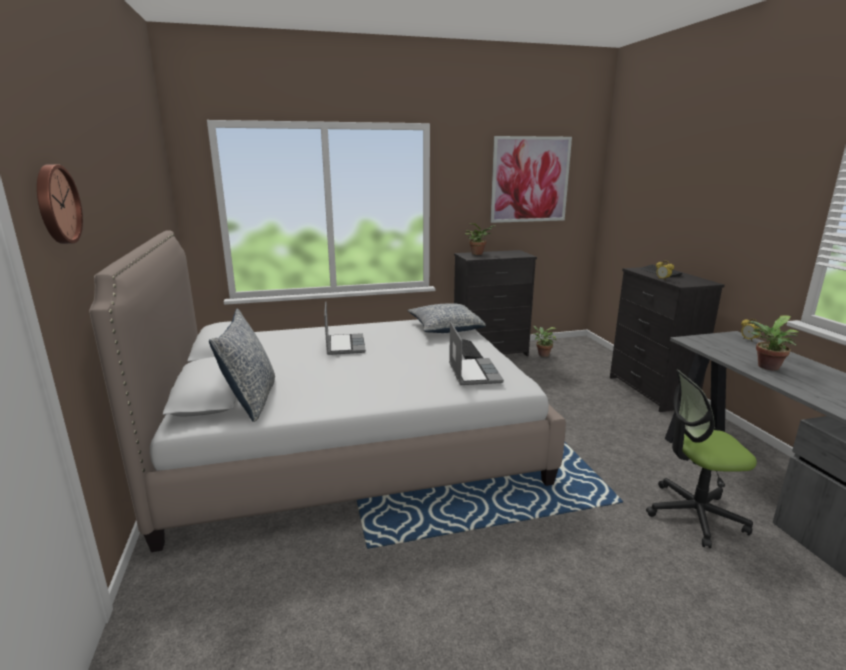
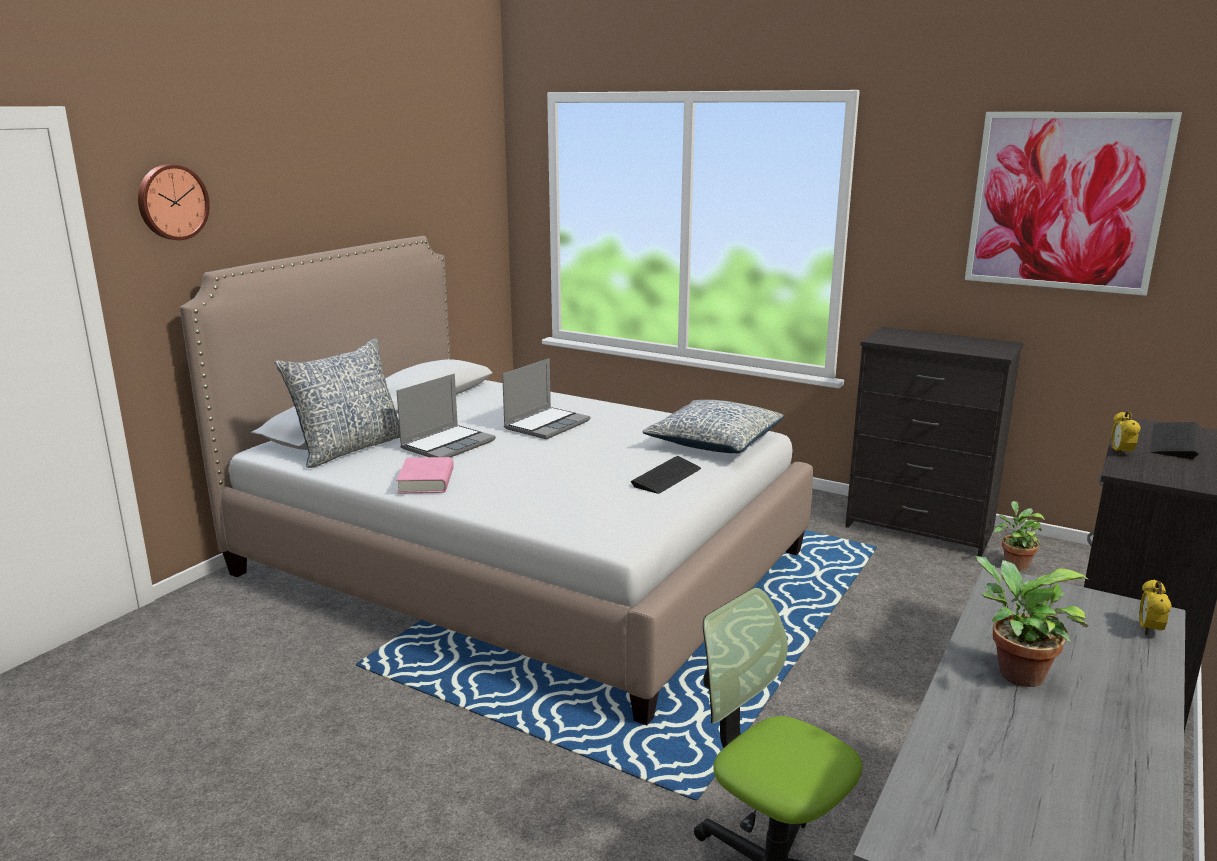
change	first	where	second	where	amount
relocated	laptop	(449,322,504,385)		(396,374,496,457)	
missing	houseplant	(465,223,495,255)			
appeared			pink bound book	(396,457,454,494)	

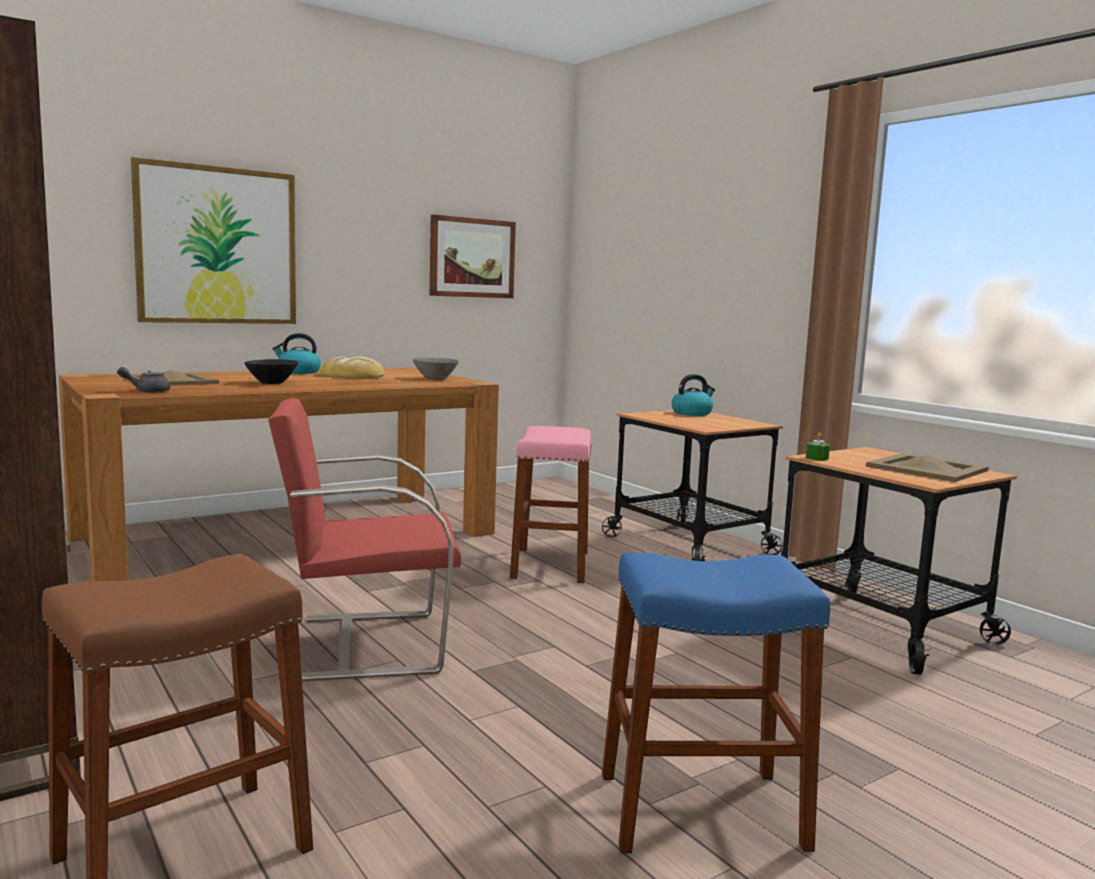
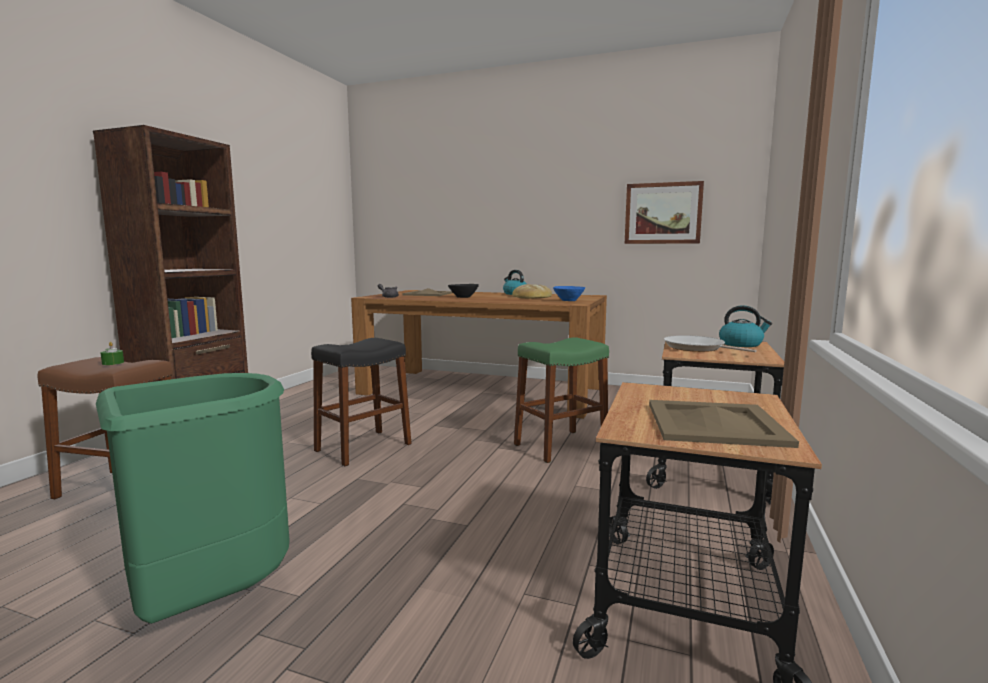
change	first	where	second	where	amount
missing	wall picture	(131,157,296,324)			
exchanged	red chair	(268,398,461,681)	black-coloured stool seat	(311,338,411,466)	
colour	greyish bowl	(413,357,459,379)	bluish bowl	(553,286,585,301)	
colour	pink stool seat	(510,426,591,583)	green-coloured stool seat	(514,337,609,463)	
exchanged	bluish stool seat	(602,553,830,853)	green-coloured trash can	(96,373,290,624)	
relocated	green-coloured wax candle	(806,432,830,461)		(100,342,124,365)	
appeared			skillet	(664,335,757,352)	

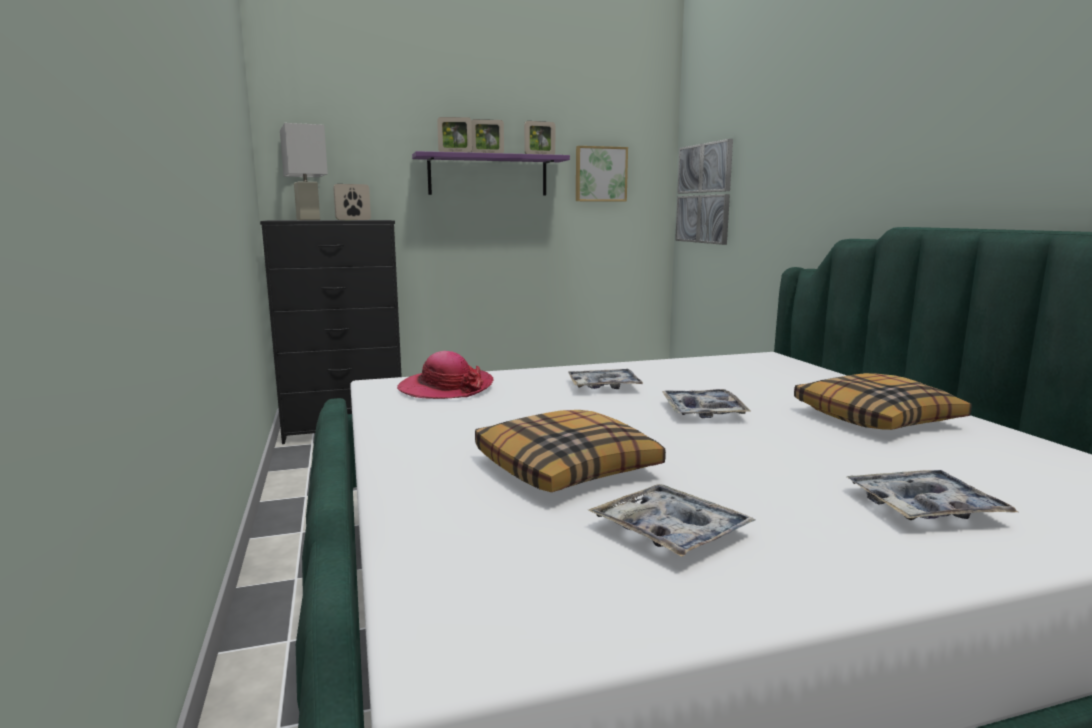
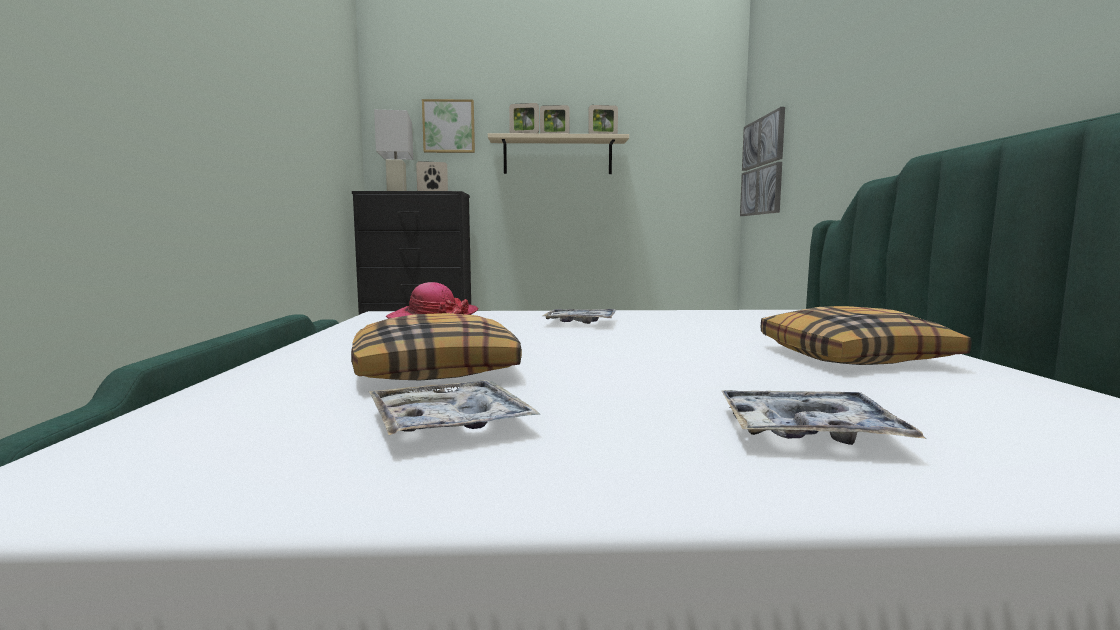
change	first	where	second	where	amount
colour	purplish bracket shelf	(412,151,570,196)	sand-coloured bracket shelf	(488,133,629,174)	
relocated	wall picture	(576,146,628,202)		(422,99,475,153)	
missing	serving tray	(661,389,750,418)			

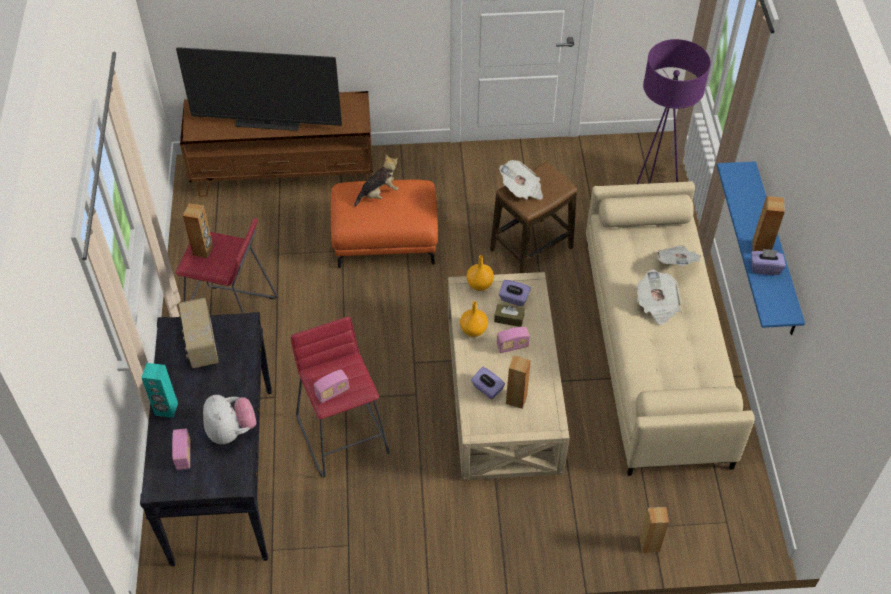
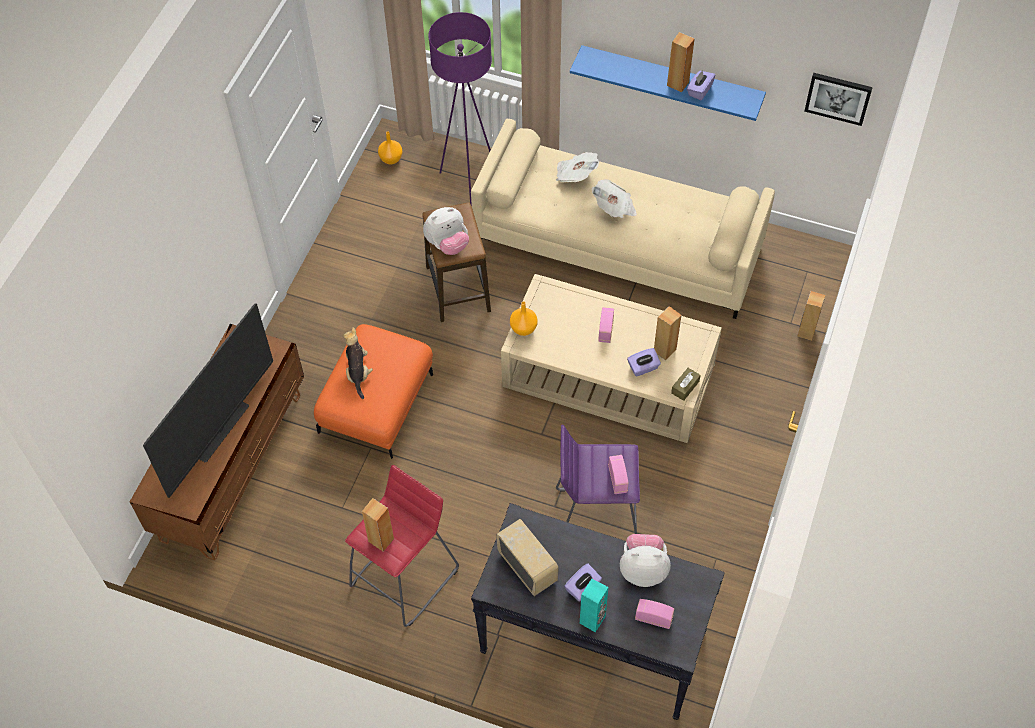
change	first	where	second	where	amount
spun	radio receiver	(179,298,219,369)		(496,519,559,596)	135 degrees counterclockwise
colour	red stool seat	(291,316,390,477)	purplish stool seat	(556,424,640,534)	
relocated	orange-coloured vase	(460,301,488,337)		(378,132,402,164)	
relocated	brown-coloured tissue holder	(494,304,525,327)		(671,368,701,401)	
relocated	purplish tissue holder	(499,280,531,306)		(564,563,602,602)	
exchanged	newspaper	(500,160,543,200)	cuddly toy	(423,207,469,255)	
appeared			wall picture	(804,73,873,126)	

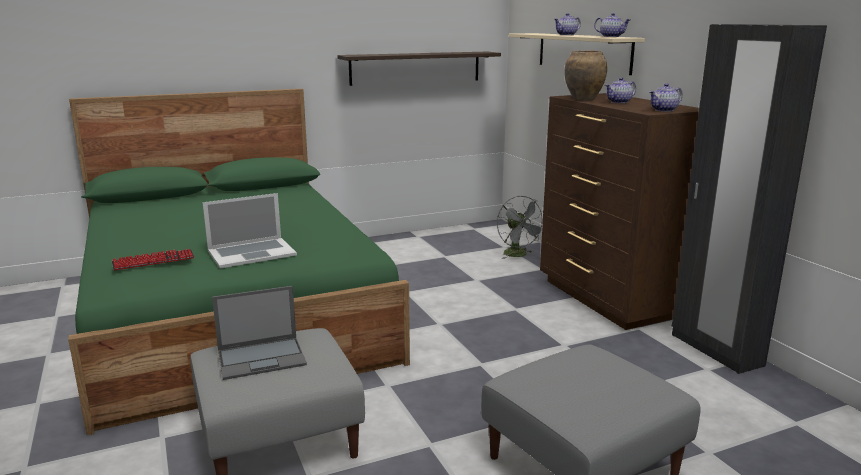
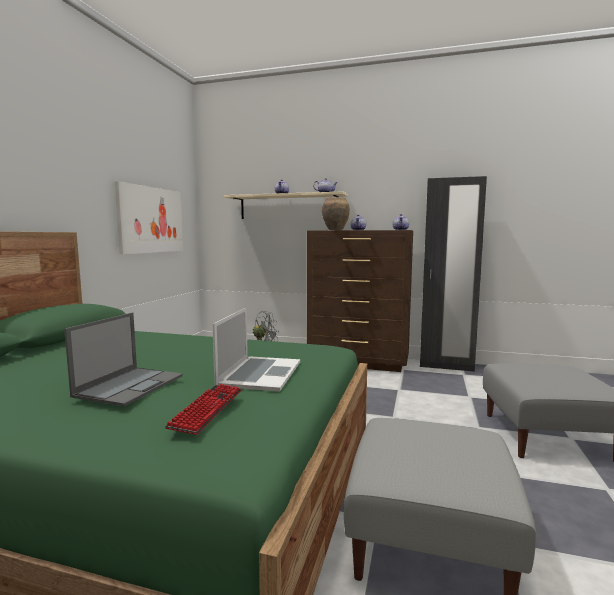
change	first	where	second	where	amount
relocated	laptop	(212,286,307,380)		(64,312,183,406)	
exchanged	bracket shelf	(337,52,501,86)	wall picture	(115,181,183,254)	

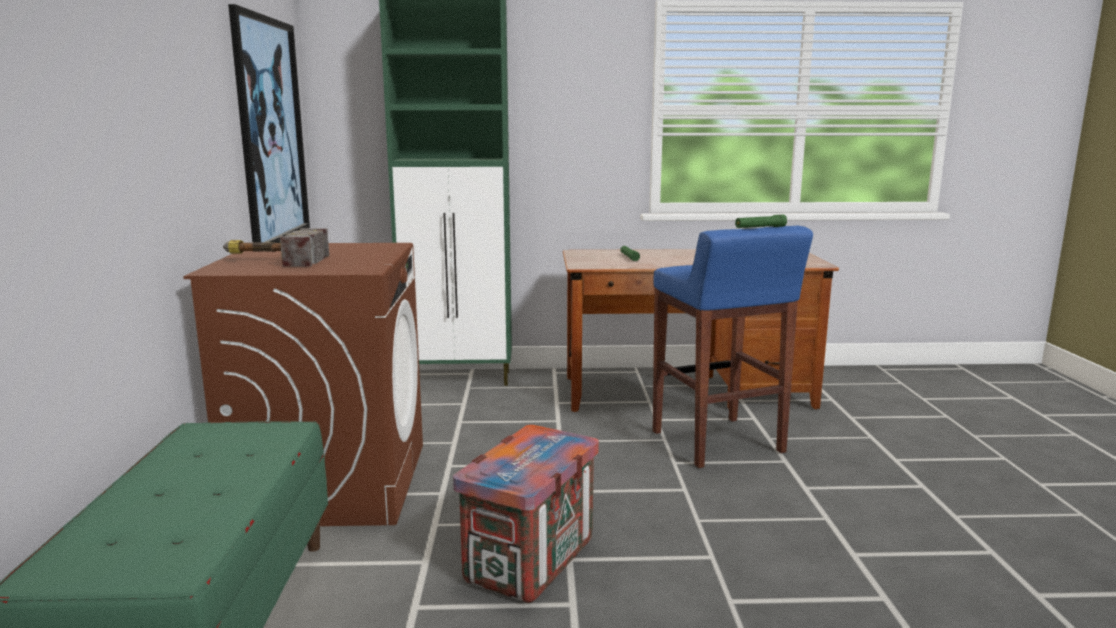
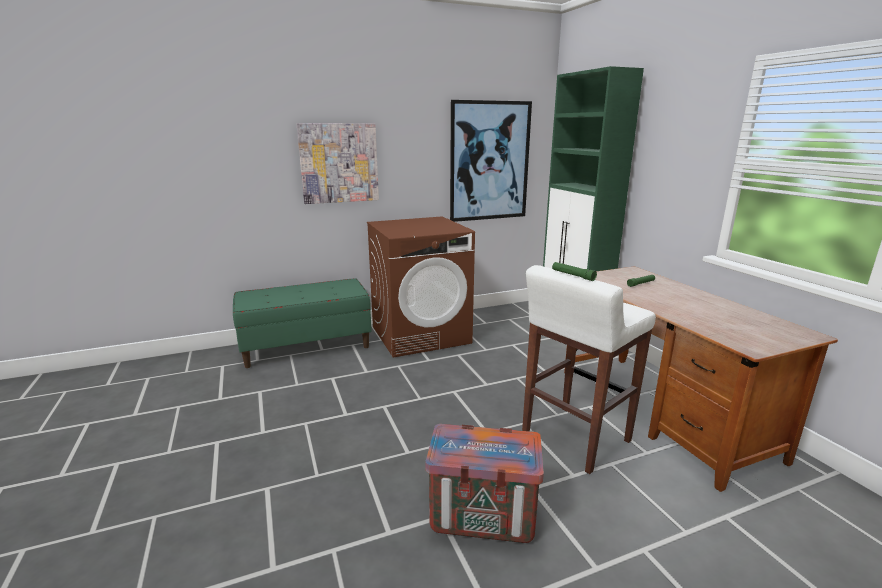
change	first	where	second	where	amount
missing	hand hammer	(223,228,329,267)			
relocated	crate	(453,425,599,603)		(425,424,544,543)	
colour	bluish stool seat	(653,226,813,468)	whitish stool seat	(522,265,656,474)	
appeared			wall picture	(296,123,379,204)	

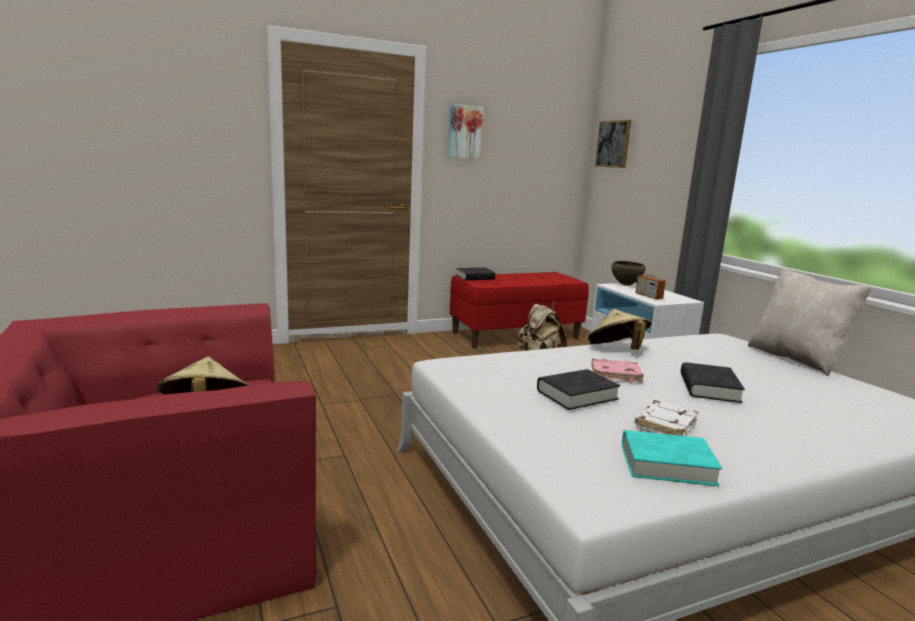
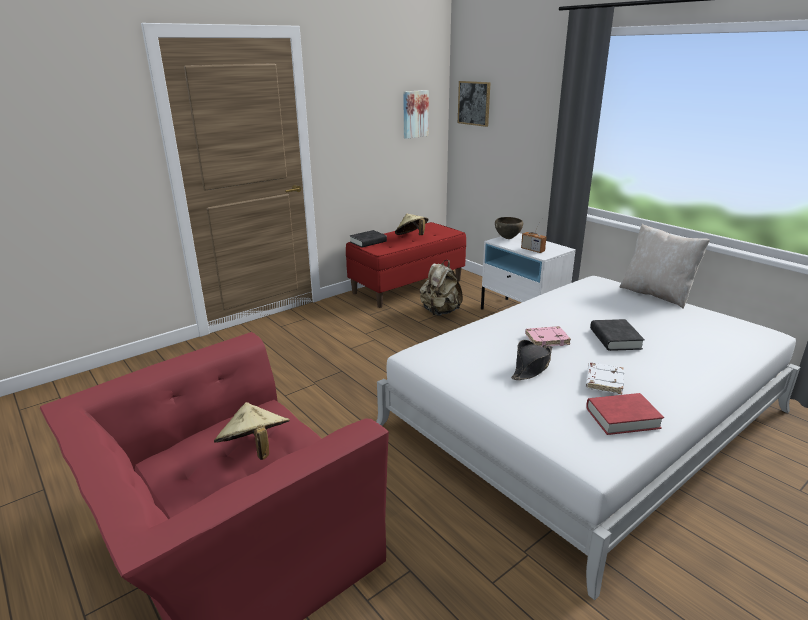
change	first	where	second	where	amount
relocated	wall picture	(448,104,483,159)		(403,90,429,139)	
exchanged	black-coloured bound book	(537,369,620,410)	black-coloured clothing hat	(511,340,552,380)	
relocated	sand-coloured clothing hat	(588,309,651,350)		(395,213,428,235)	
colour	turquoise bound book	(622,430,722,486)	red bound book	(586,393,664,435)	

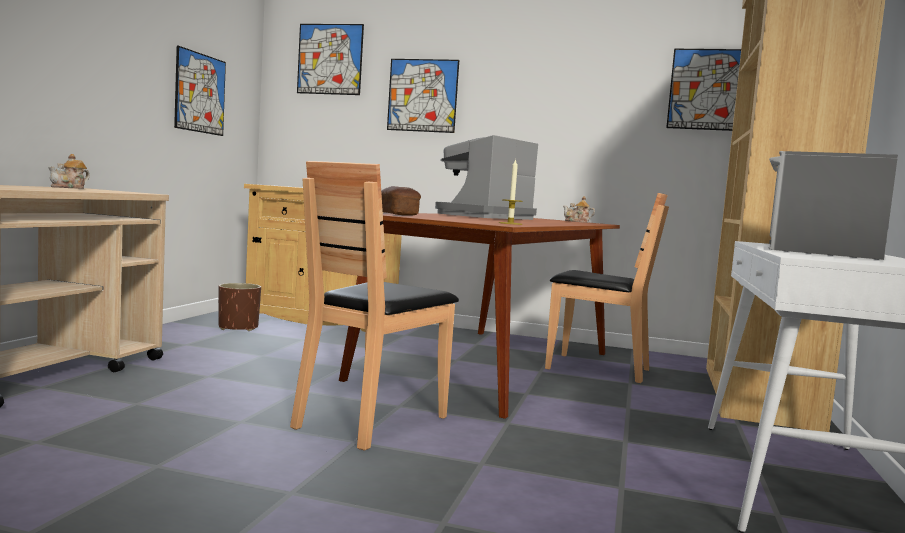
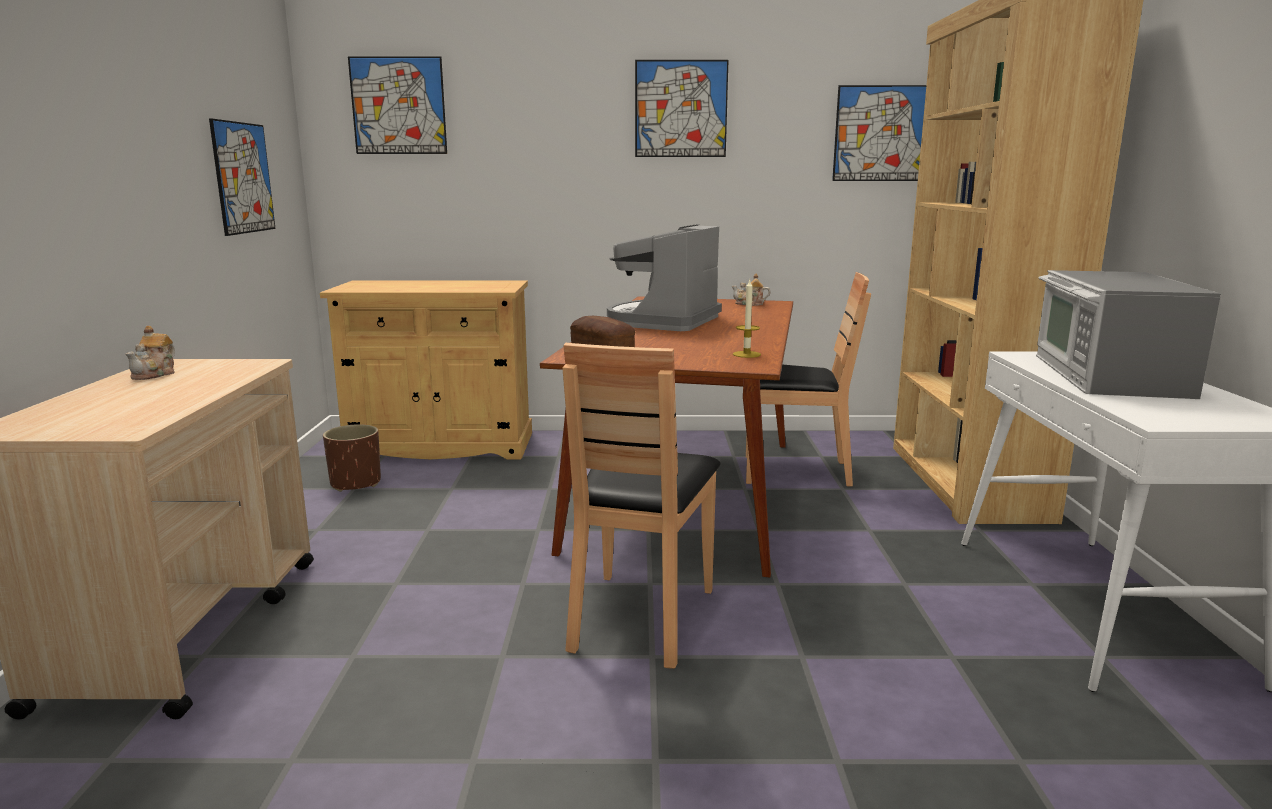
change	first	where	second	where	amount
relocated	wall picture	(387,59,459,133)		(635,60,728,157)	

